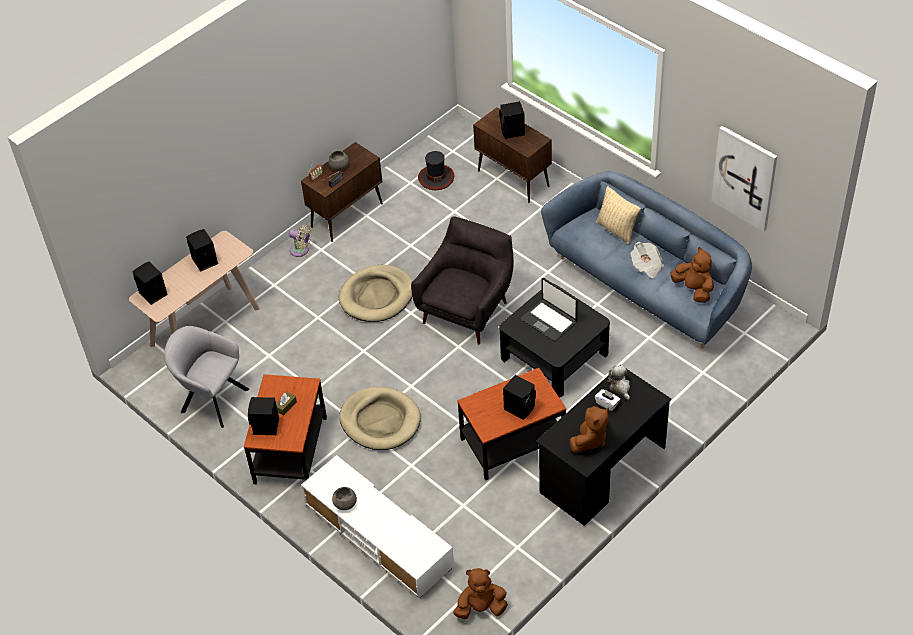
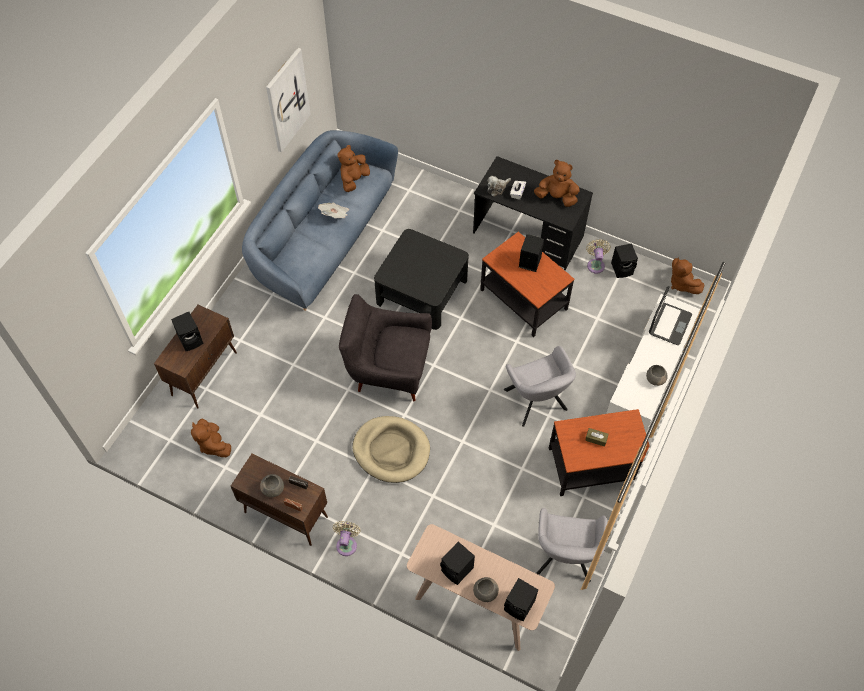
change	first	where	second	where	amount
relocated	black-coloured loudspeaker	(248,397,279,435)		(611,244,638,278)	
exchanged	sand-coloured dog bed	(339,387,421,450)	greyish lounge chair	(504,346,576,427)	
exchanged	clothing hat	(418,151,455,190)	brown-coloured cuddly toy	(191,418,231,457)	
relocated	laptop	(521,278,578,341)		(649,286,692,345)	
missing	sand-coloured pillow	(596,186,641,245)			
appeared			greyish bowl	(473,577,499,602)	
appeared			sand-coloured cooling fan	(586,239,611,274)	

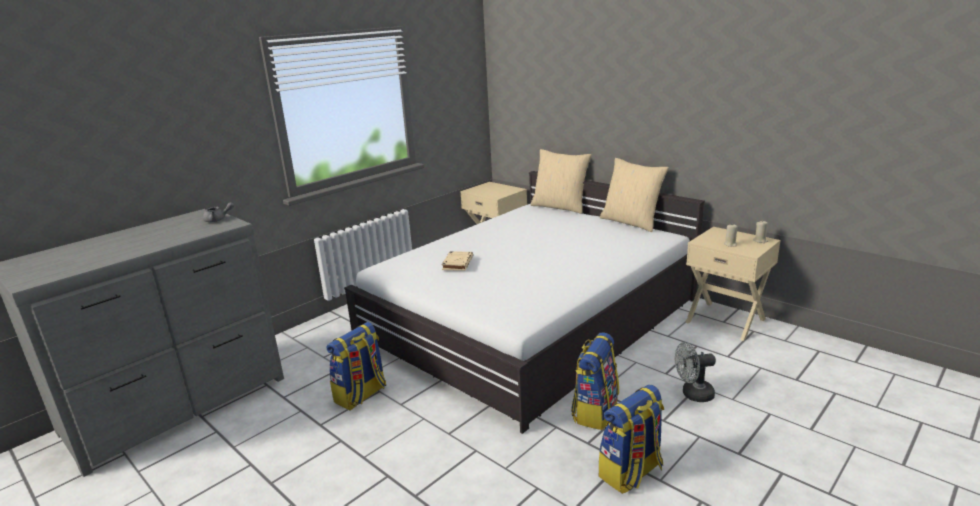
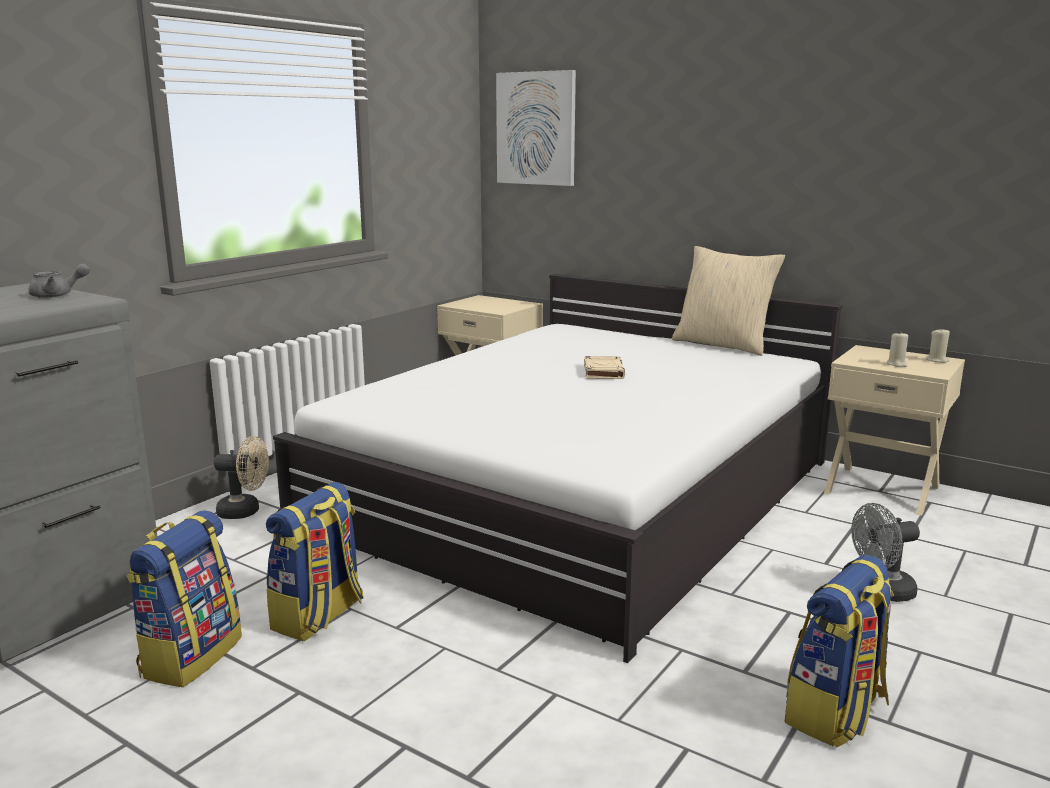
change	first	where	second	where	amount
relocated	sand-coloured bound book	(442,251,473,271)		(584,356,625,379)	
missing	sand-coloured pillow	(531,149,592,214)			
relocated	rucksack	(571,332,619,430)		(127,510,242,687)	
appeared			sand-coloured cooling fan	(214,436,269,519)	
appeared			wall picture	(496,70,576,186)	

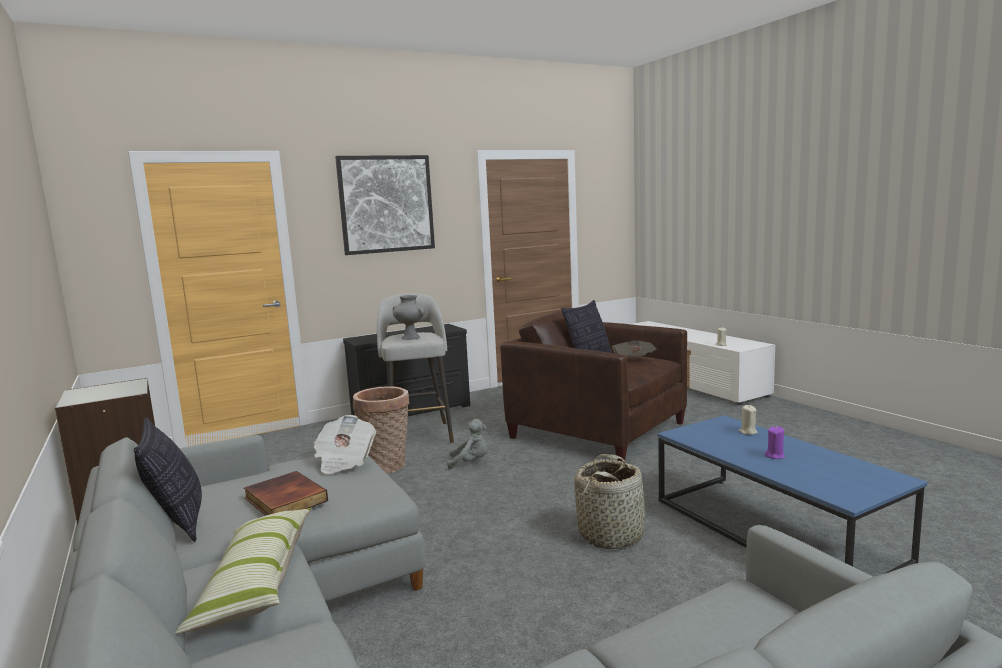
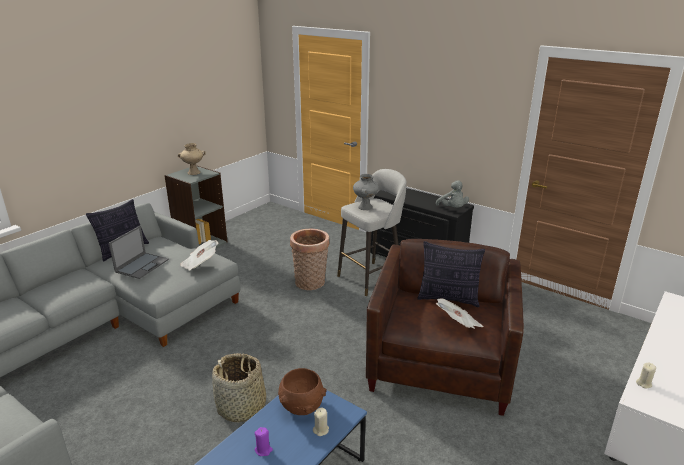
change	first	where	second	where	amount
missing	pillow	(175,508,311,634)			
exchanged	bound book	(244,471,328,516)	laptop	(109,226,169,279)	
missing	wall picture	(335,155,435,255)			
relocated	greyish cuddly toy	(447,419,488,469)		(436,180,469,208)	
appeared			sand-coloured vase	(178,143,206,175)	
appeared			brown-coloured bowl	(278,368,327,415)	

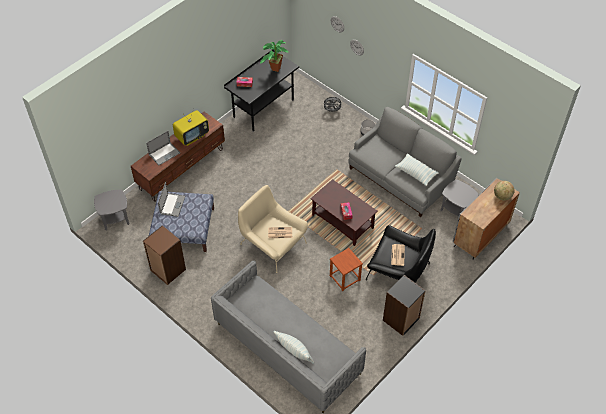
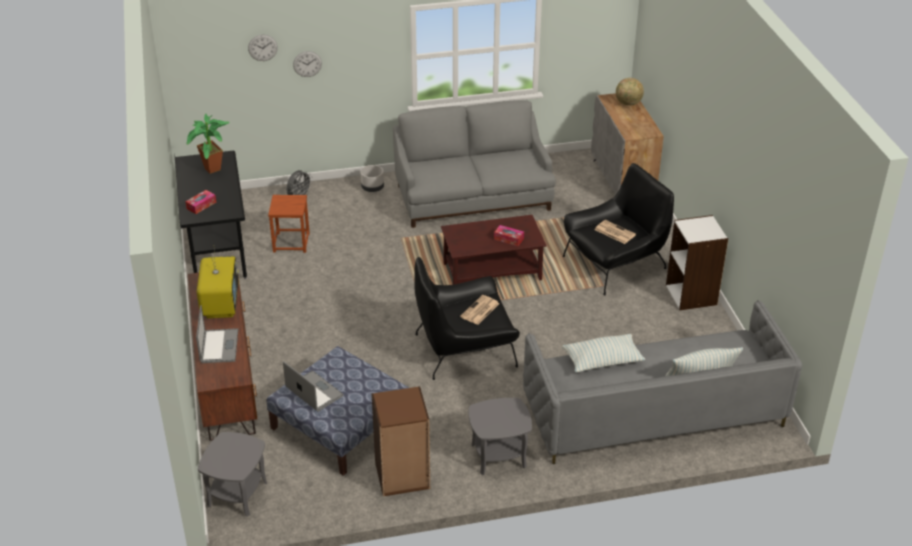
change	first	where	second	where	amount
colour	sand-coloured lounge chair	(238,185,308,273)	black-coloured lounge chair	(415,257,520,380)	
relocated	brown-coloured stool seat	(330,248,363,291)		(268,195,310,253)	
colour	black-coloured bookcase	(383,275,426,336)	whitish bookcase	(666,215,728,310)	
relocated	pillow	(395,153,439,186)		(562,334,645,373)	
relocated	greyish accent table	(441,180,478,216)		(469,398,532,475)	

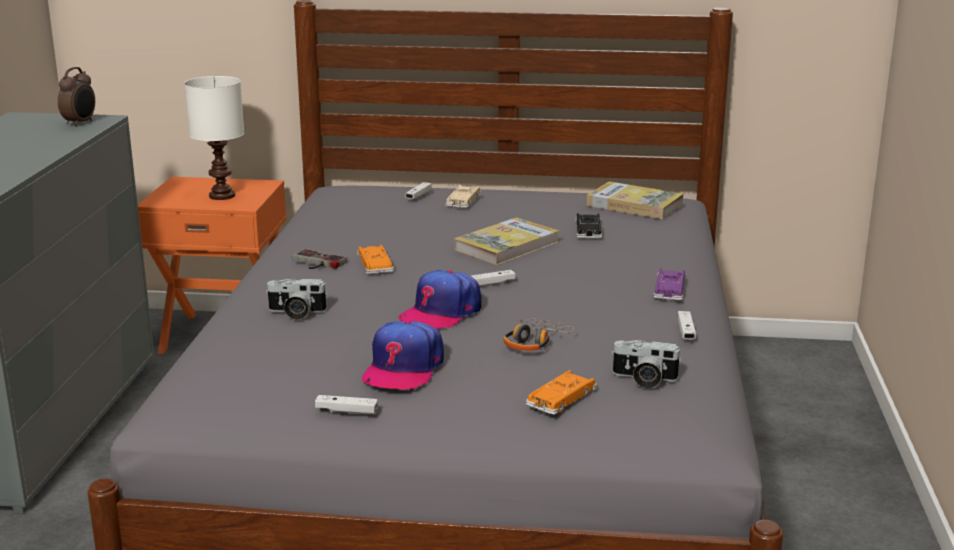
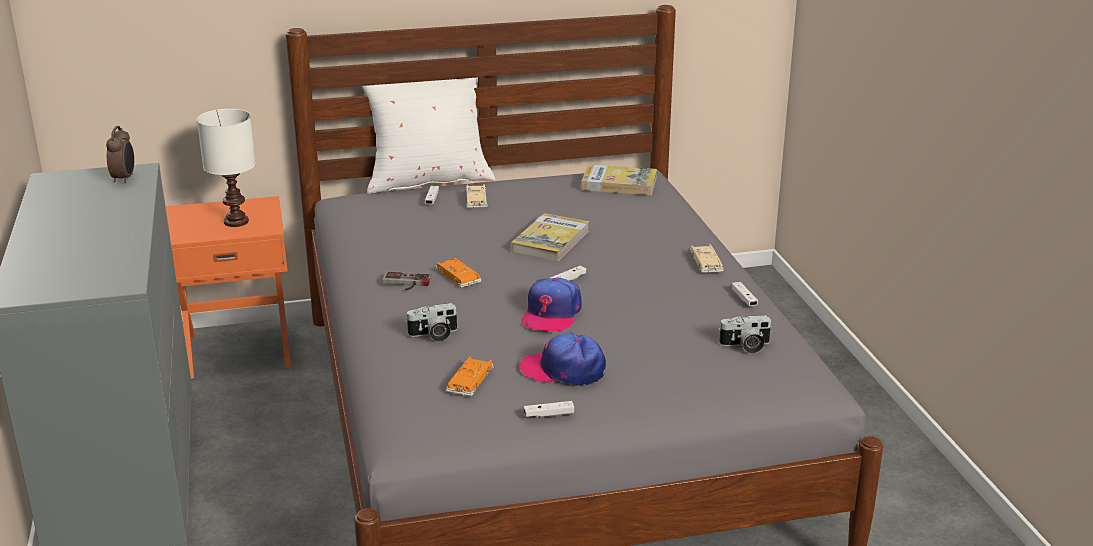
change	first	where	second	where	amount
spun	cap	(362,321,444,390)		(520,333,606,386)	105 degrees clockwise
missing	pair of headphones	(503,318,574,351)			
relocated	orange-coloured toy car	(526,370,597,415)		(446,356,494,396)	
missing	black-coloured toy car	(575,213,602,239)			
colour	purplish toy car	(653,268,686,300)	sand-coloured toy car	(689,244,724,273)	
appeared			whitish pillow	(361,77,495,194)	

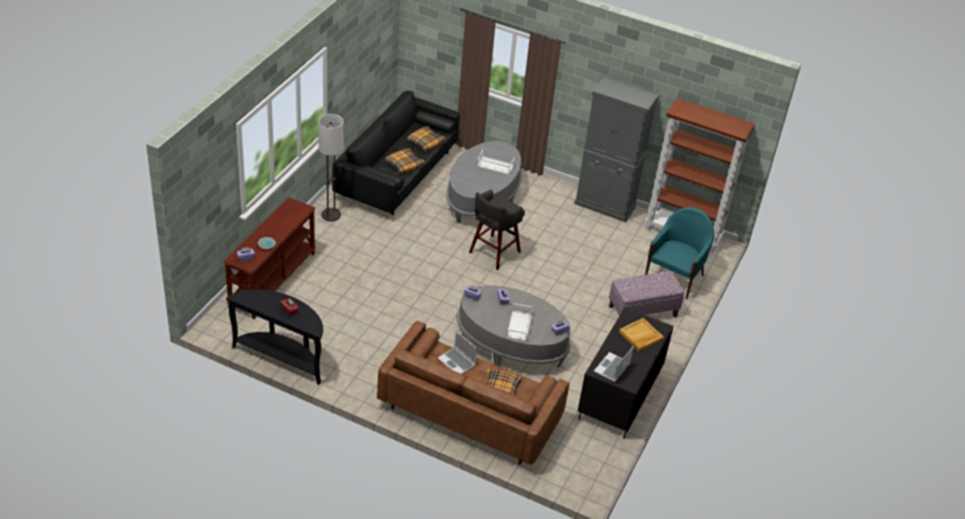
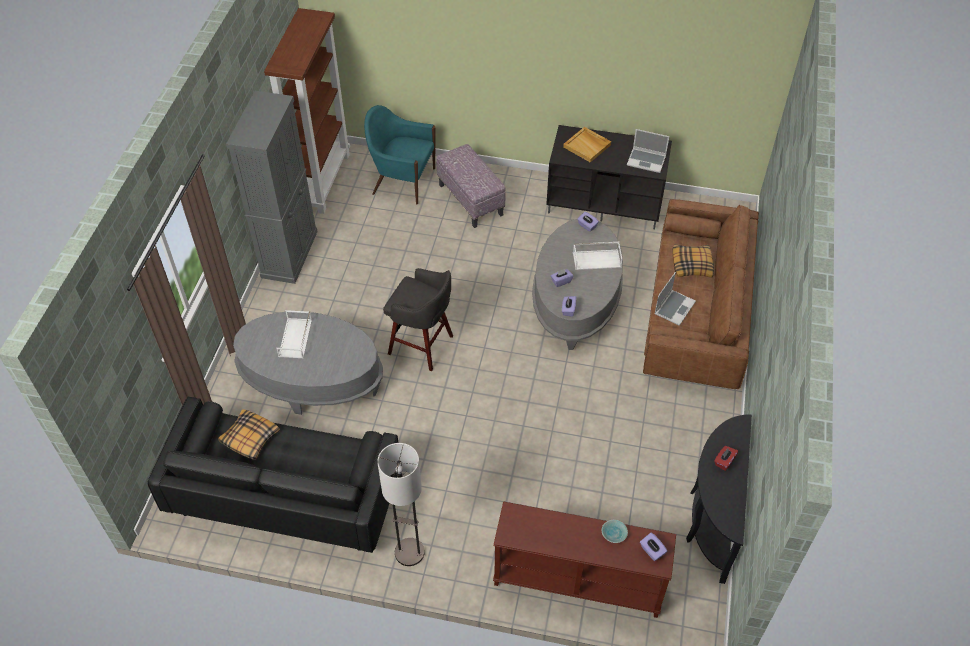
change	first	where	second	where	amount
missing	pillow	(385,148,425,174)			

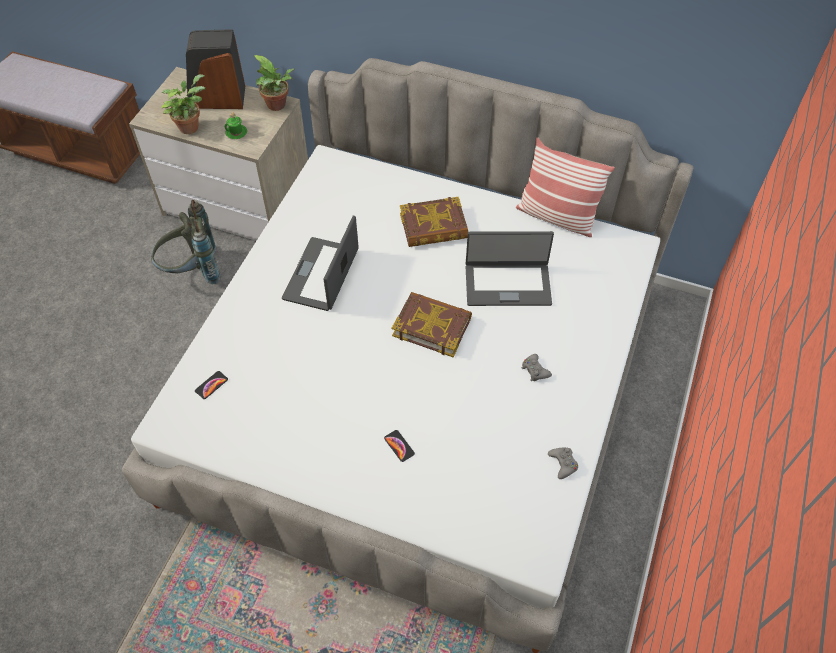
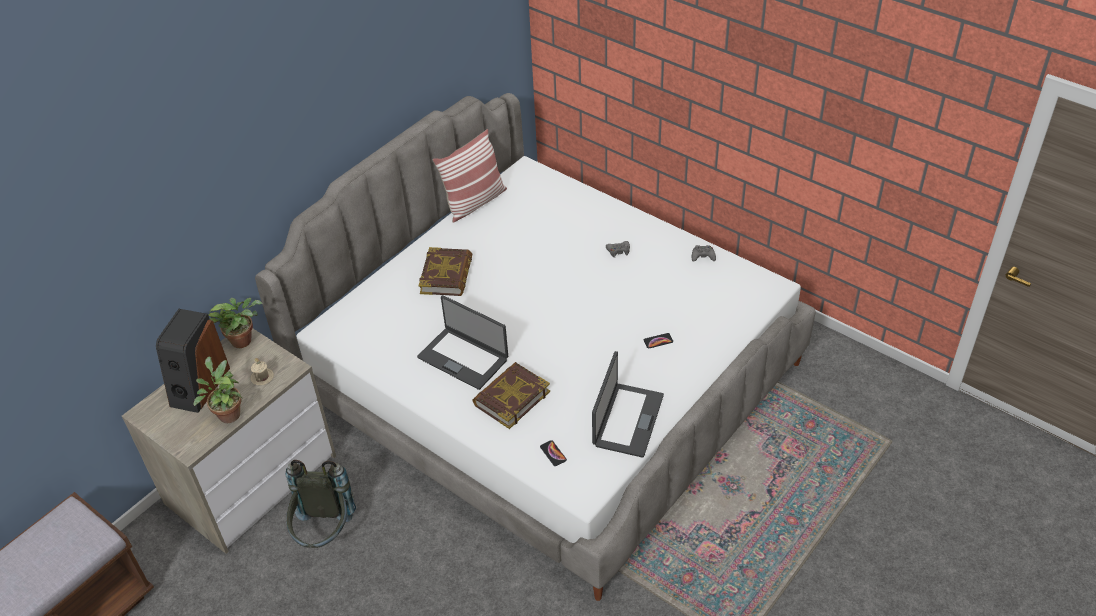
change	first	where	second	where	amount
colour	green-coloured mug	(225,112,247,139)	sand-coloured mug	(250,358,274,385)	
relocated	bound book	(392,292,472,357)		(472,362,550,429)	
relocated	laptop	(466,231,554,306)		(592,351,664,458)	

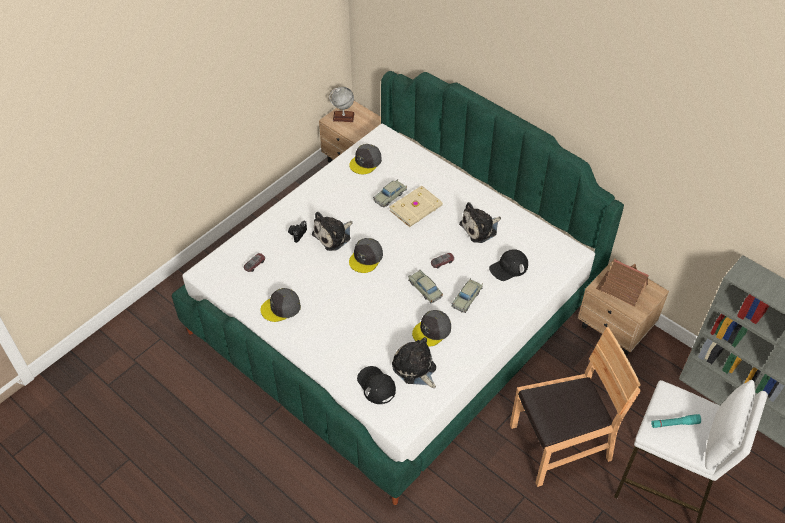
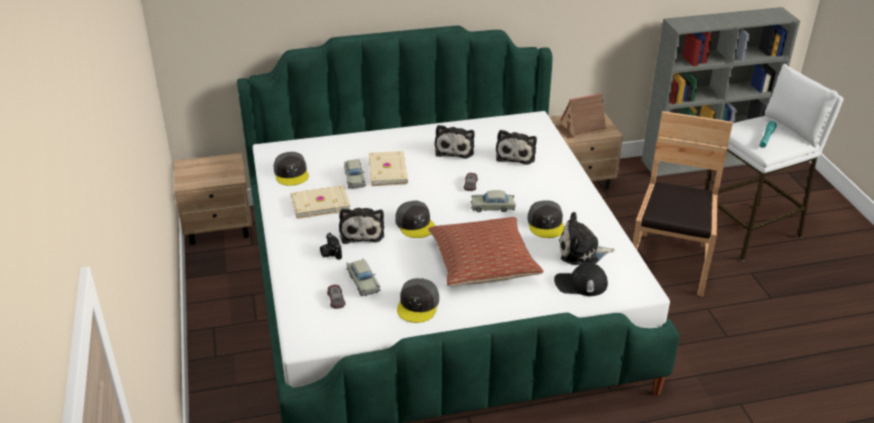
change	first	where	second	where	amount
missing	desk globe	(329,87,355,122)			
relocated	sand-coloured toy car	(451,278,483,313)		(347,258,380,296)	
exchanged	black-coloured cap	(489,249,528,281)	cuddly toy	(496,130,537,165)	
appeared			sand-coloured bound book	(291,185,350,219)	
appeared			pillow	(428,217,543,286)	

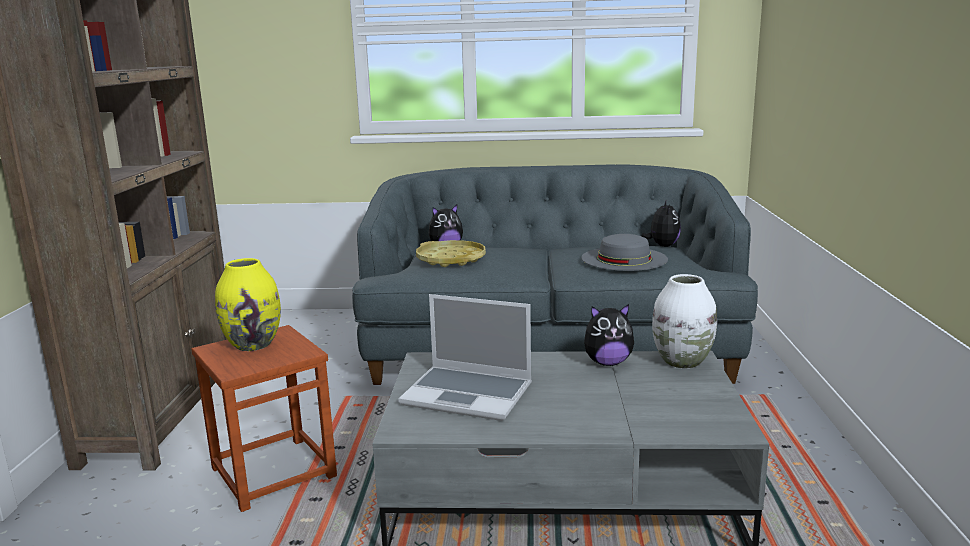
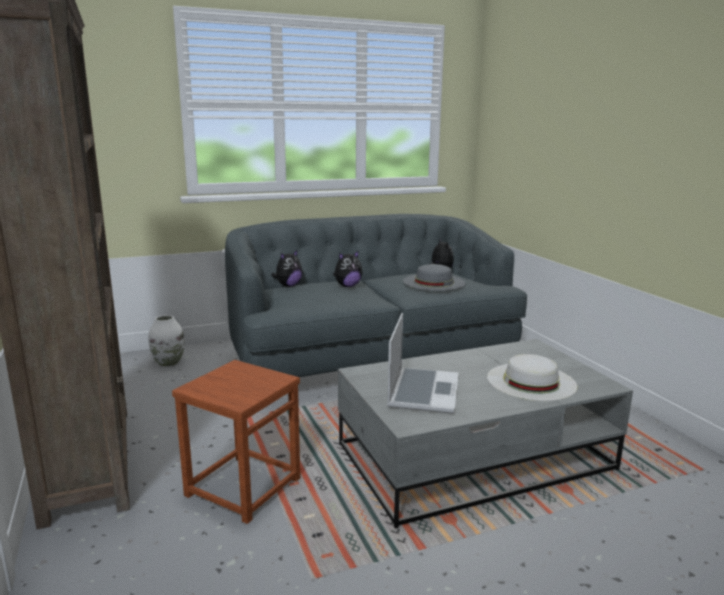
change	first	where	second	where	amount
missing	yellow-coloured vase	(215,258,281,351)			
spun	laptop	(399,294,532,421)		(387,313,459,414)	75 degrees counterclockwise
missing	yellow-coloured serving tray	(416,240,486,267)			
relocated	cuddly toy	(584,304,634,366)		(333,250,362,287)	
relocated	whitish vase	(652,274,717,369)		(148,315,185,366)	
appeared			whitish clothing hat	(487,354,577,401)	

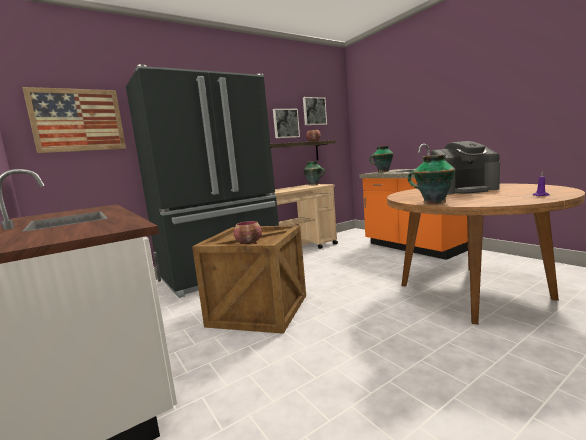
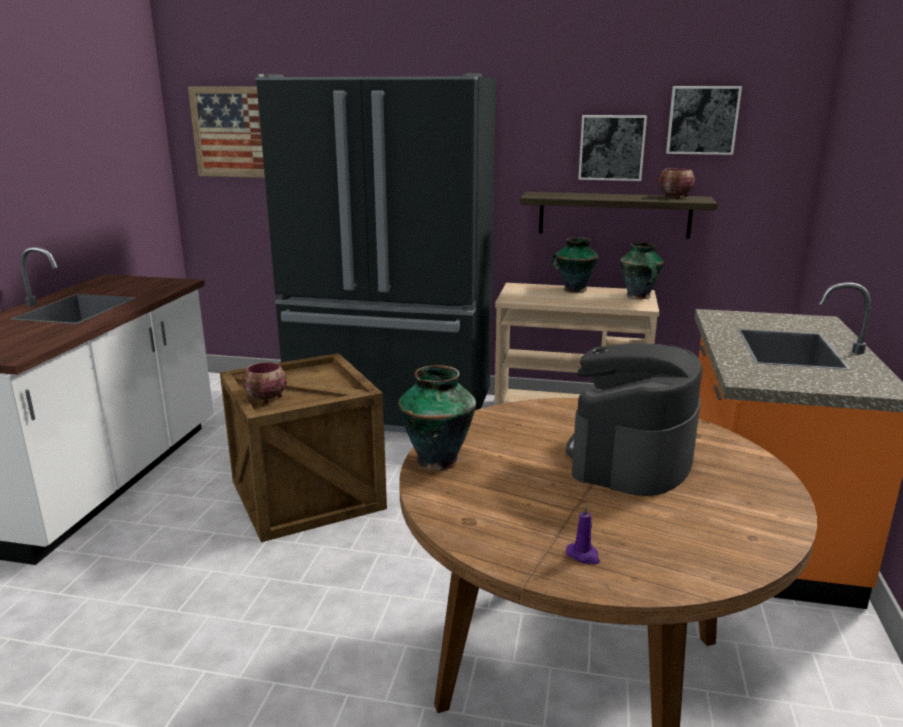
change	first	where	second	where	amount
relocated	vase	(369,146,393,172)		(552,237,598,293)	
spun	coffee maker	(431,141,500,195)		(566,343,703,496)	75 degrees clockwise

